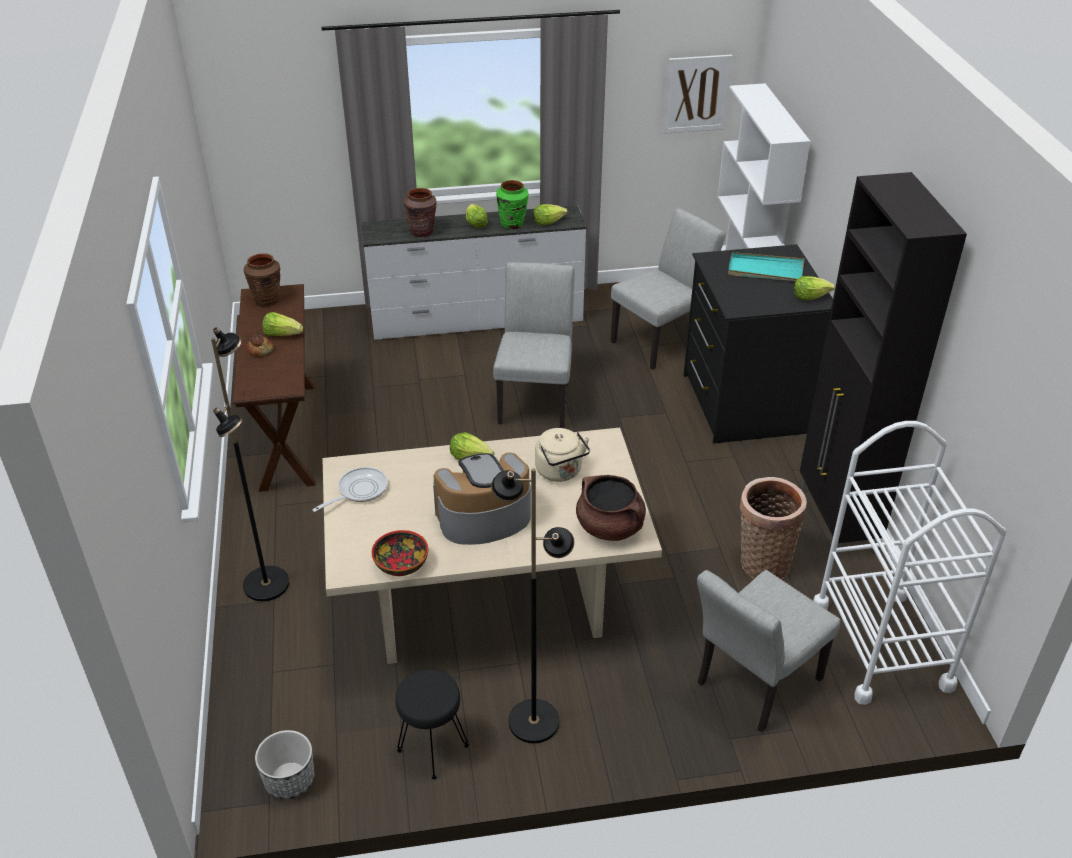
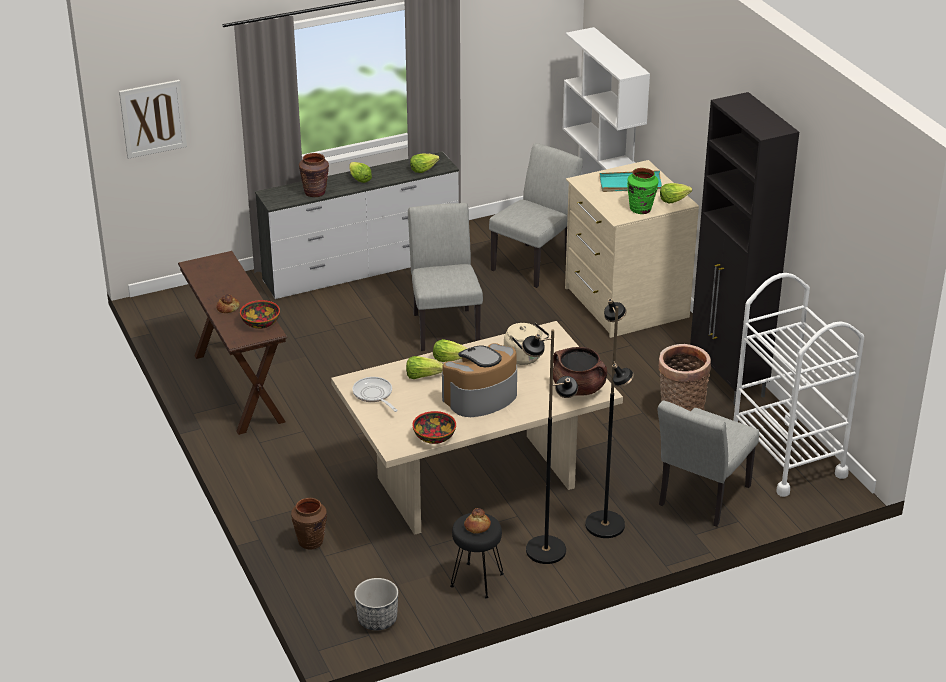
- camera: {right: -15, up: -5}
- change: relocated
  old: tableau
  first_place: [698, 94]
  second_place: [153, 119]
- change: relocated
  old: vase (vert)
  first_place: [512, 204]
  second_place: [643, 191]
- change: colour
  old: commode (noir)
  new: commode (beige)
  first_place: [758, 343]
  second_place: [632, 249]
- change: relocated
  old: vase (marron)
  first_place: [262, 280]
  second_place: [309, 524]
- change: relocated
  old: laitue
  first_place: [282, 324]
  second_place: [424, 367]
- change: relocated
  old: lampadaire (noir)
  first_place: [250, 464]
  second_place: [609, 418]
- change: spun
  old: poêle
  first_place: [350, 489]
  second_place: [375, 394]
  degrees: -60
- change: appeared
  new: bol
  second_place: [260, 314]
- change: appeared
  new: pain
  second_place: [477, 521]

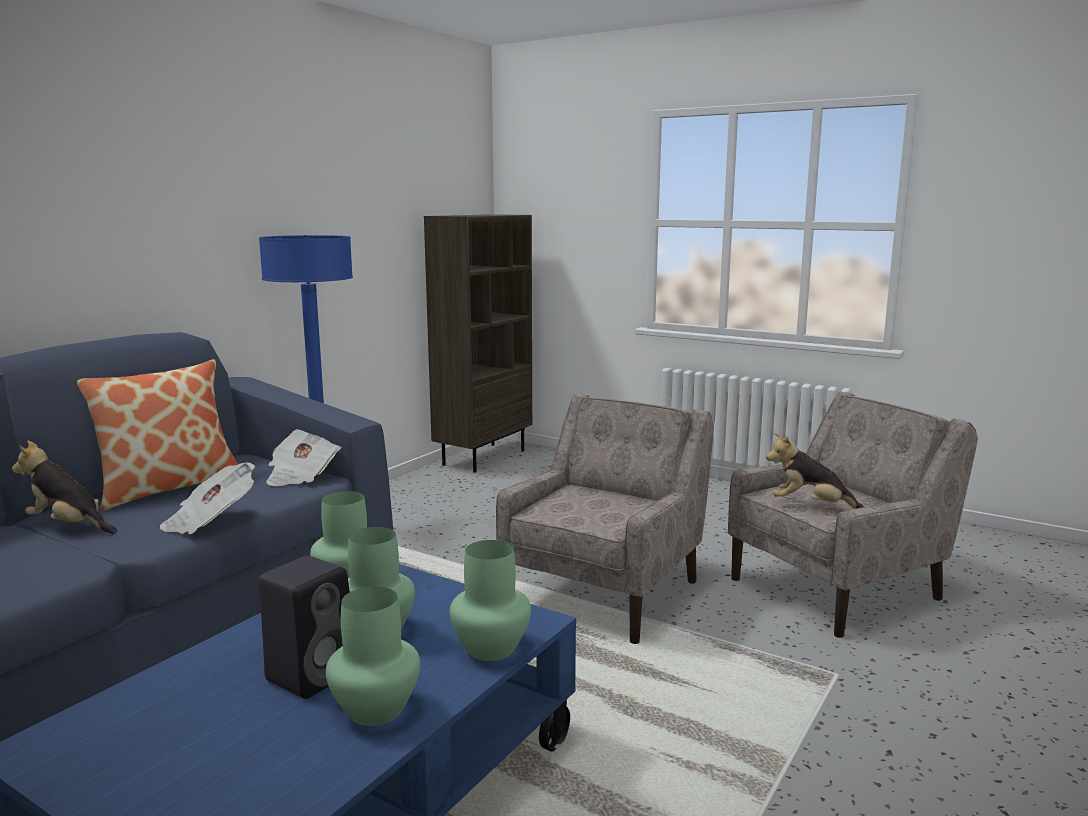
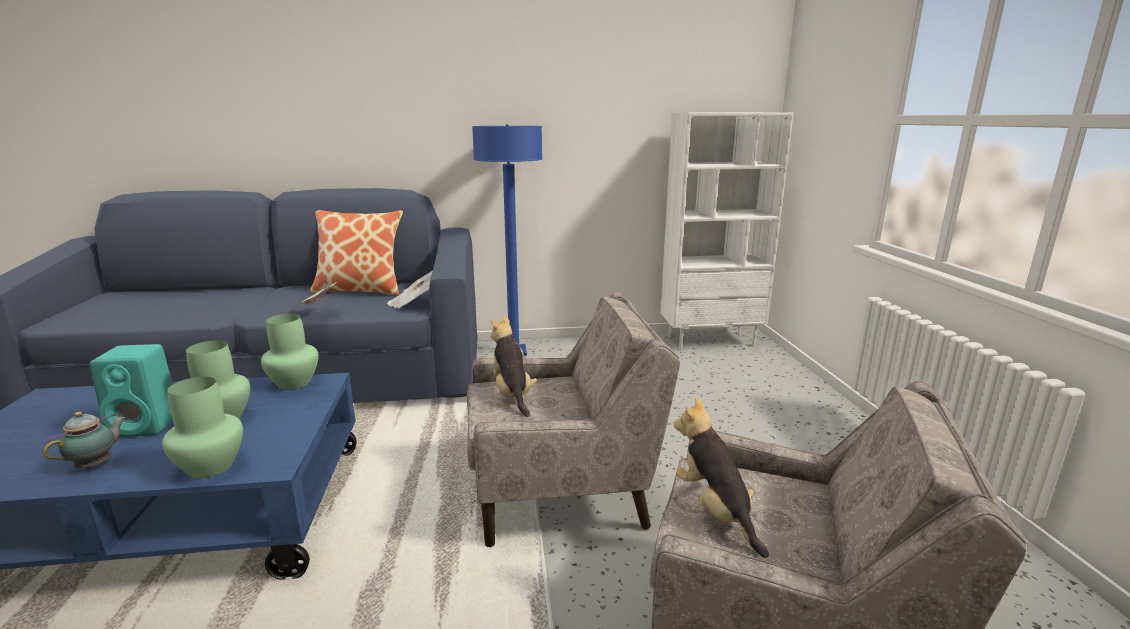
- camera: {right: 50, up: 5}
- change: colour
  old: bibliothèque (marron)
  new: bibliothèque (blanc)
  first_place: [478, 343]
  second_place: [727, 231]
- change: relocated
  old: peluche
  first_place: [64, 487]
  second_place: [514, 366]
- change: colour
  old: enceinte (noir)
  new: enceinte (turquoise)
  first_place: [304, 627]
  second_place: [131, 390]
- change: exchanged
  old: vase (vert)
  new: théière
  first_place: [373, 656]
  second_place: [84, 440]

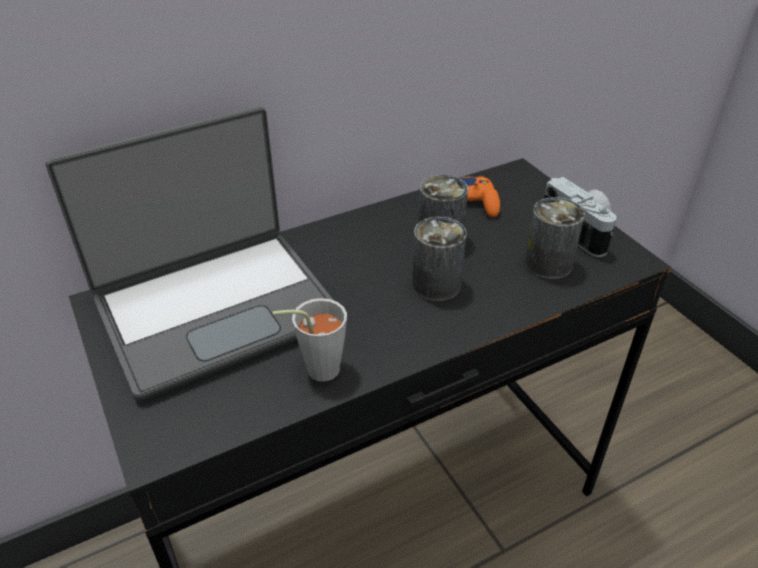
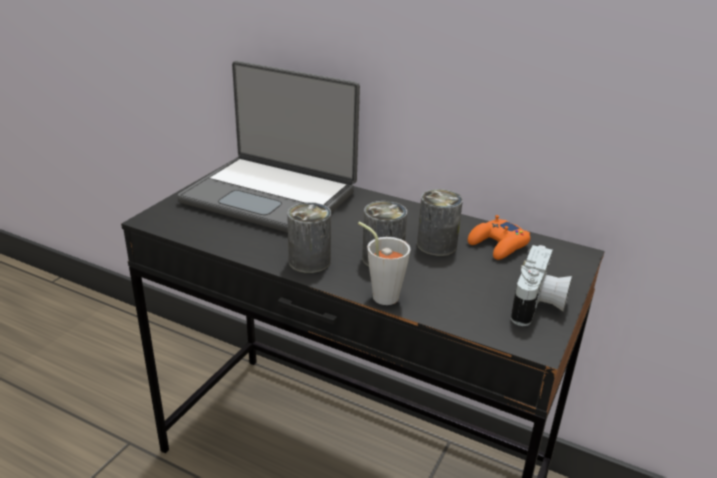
- camera: {right: 55, up: -10}
- change: relocated
  old: boîte métallique
  first_place: [554, 238]
  second_place: [309, 237]
- change: relocated
  old: tasse (gris)
  first_place: [310, 340]
  second_place: [384, 263]

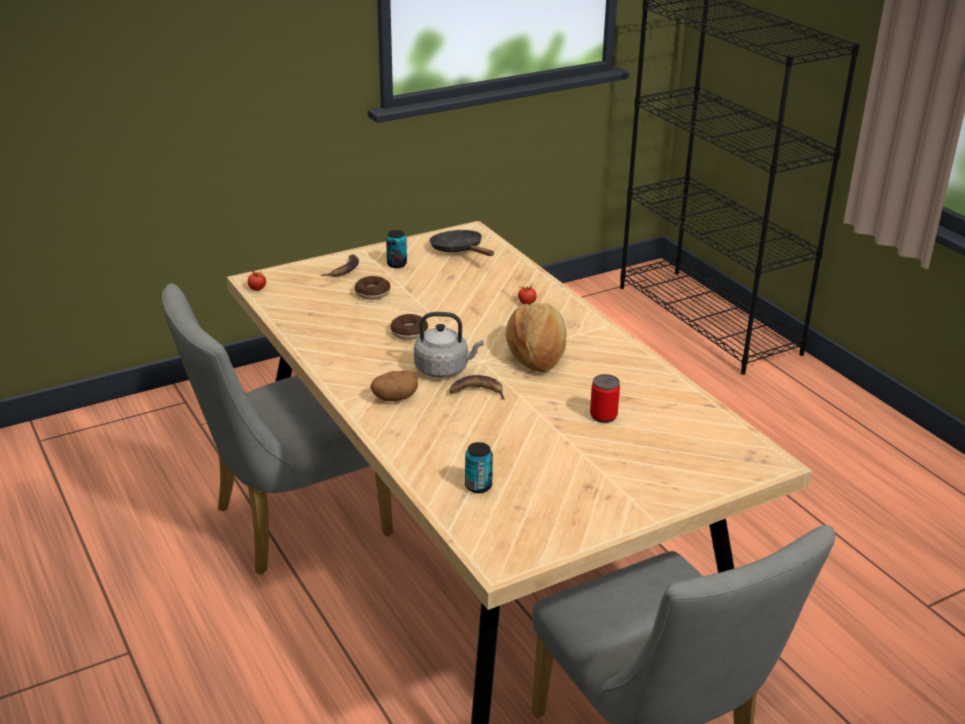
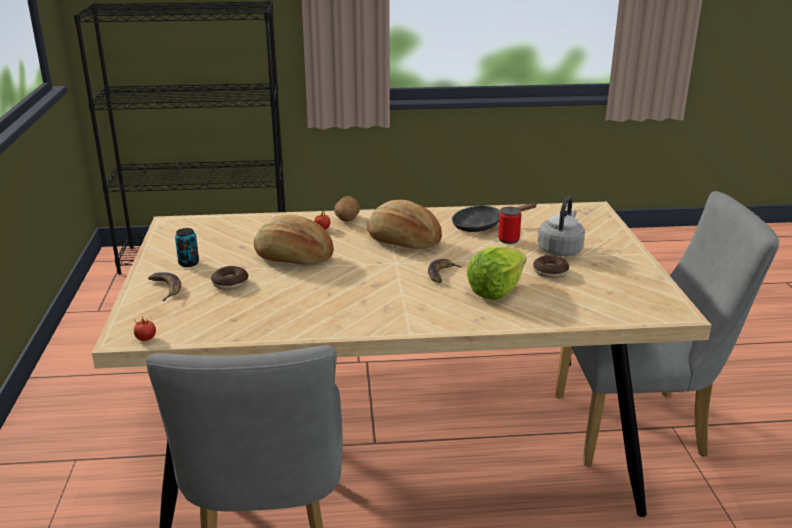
- camera: {right: -65, up: -5}
- change: relocated
  old: poêle (noir)
  first_place: [462, 243]
  second_place: [494, 217]
- change: relocated
  old: bouilloire (gris)
  first_place: [449, 345]
  second_place: [561, 226]
- change: relocated
  old: beignet
  first_place: [409, 327]
  second_place: [551, 266]
- change: relocated
  old: pomme de terre
  first_place: [394, 385]
  second_place: [347, 209]
- change: missing
  old: boîte métallique
  first_place: [479, 467]
- change: appeared
  new: pain
  second_place: [294, 240]
- change: appeared
  new: laitue
  second_place: [496, 273]

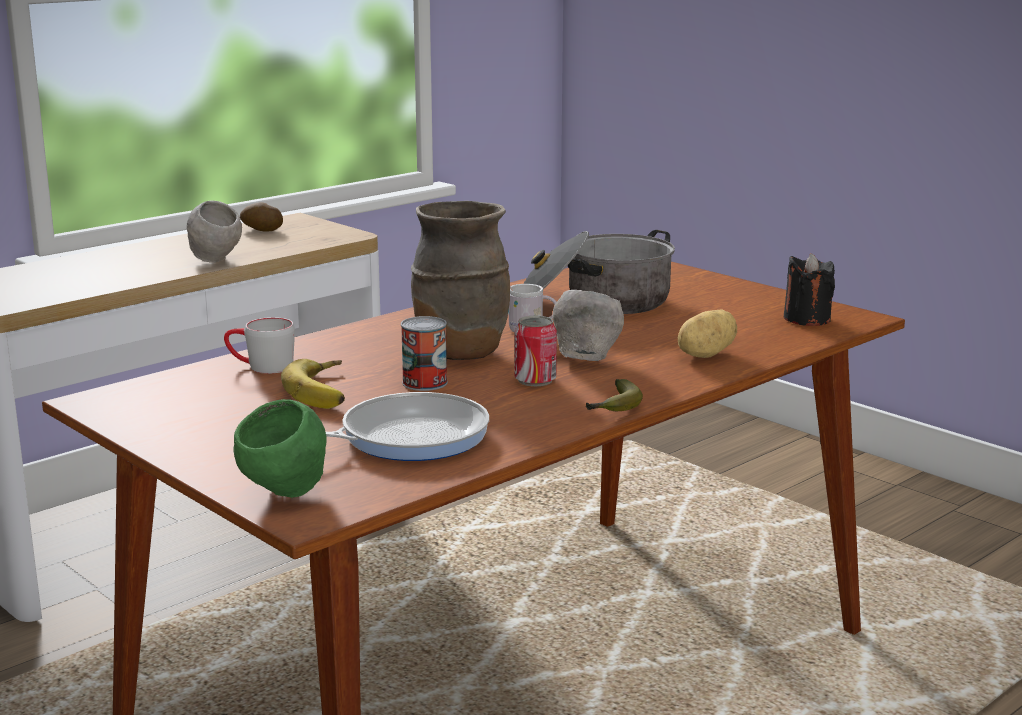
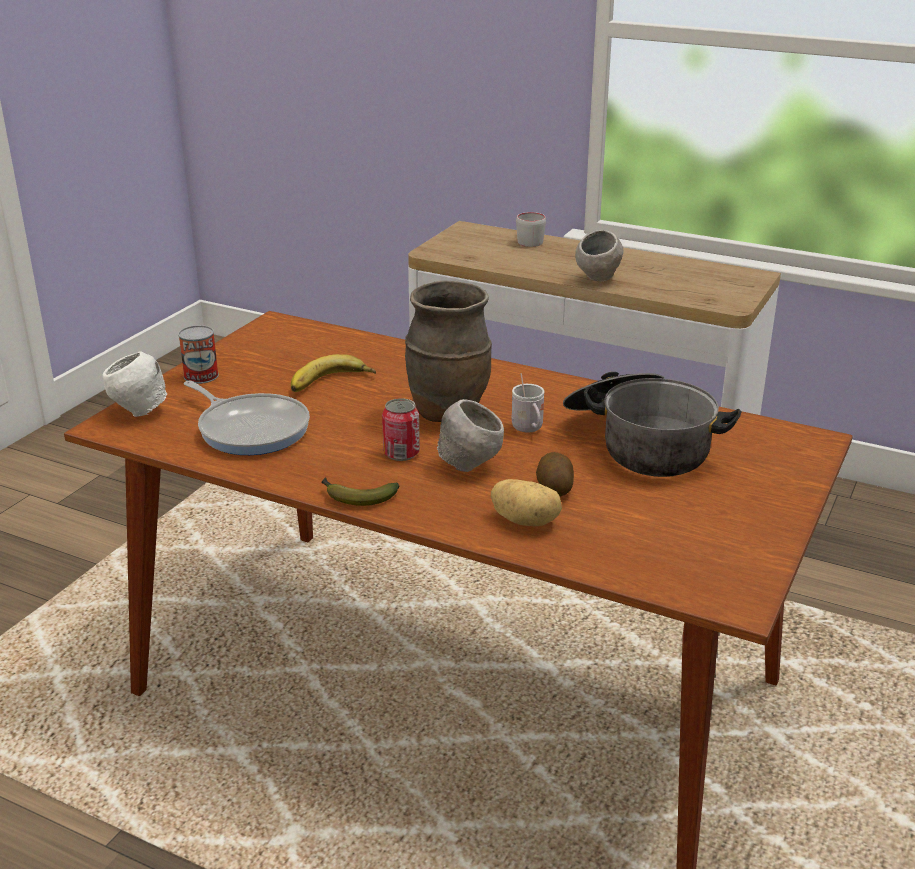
- camera: {right: 70, up: 10}
- change: relocated
  old: pomme de terre
  first_place: [261, 217]
  second_place: [555, 474]
- change: missing
  old: bougie (noir)
  first_place: [809, 289]
- change: relocated
  old: boîte métallique
  first_place: [424, 353]
  second_place: [198, 354]
- change: relocated
  old: mug (gris)
  first_place: [259, 345]
  second_place: [531, 229]
- change: colour
  old: bol (vert)
  new: bol (blanc)
  first_place: [280, 448]
  second_place: [134, 384]

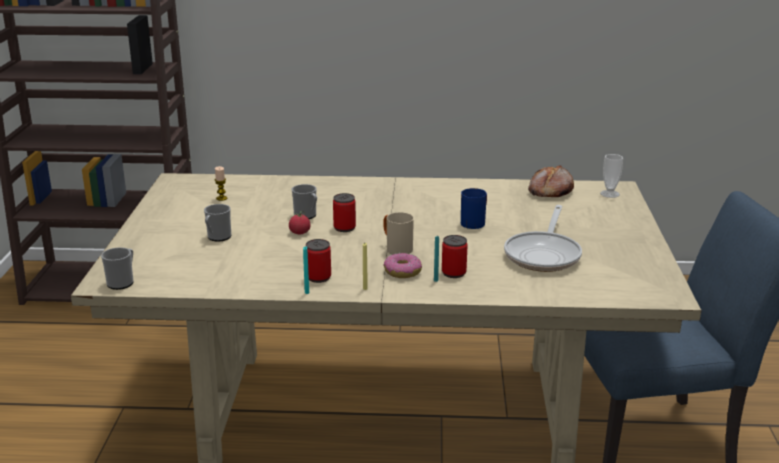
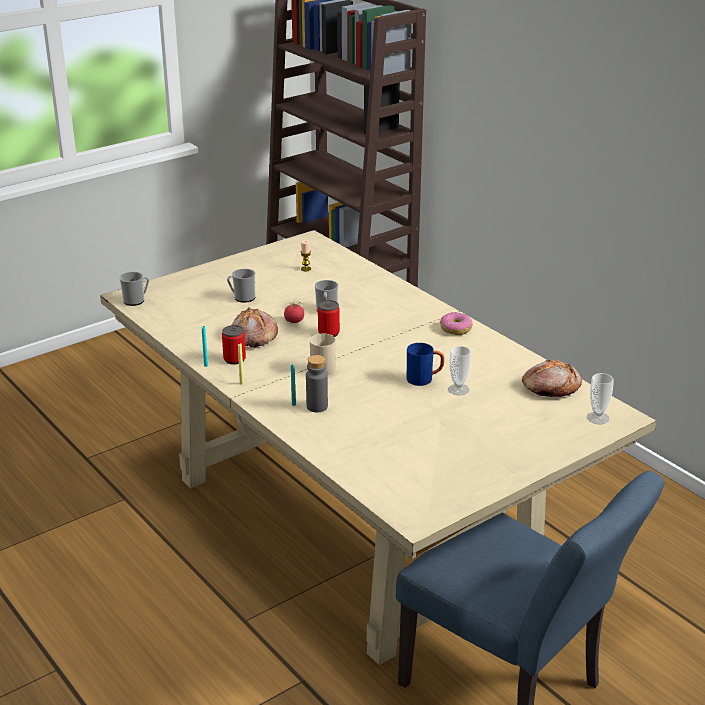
- camera: {right: 50, up: 5}
- change: missing
  old: poêle
  first_place: [543, 238]
- change: exchanged
  old: boîte métallique
  new: bouteille (gris)
  first_place: [455, 256]
  second_place: [317, 383]
- change: relocated
  old: beignet
  first_place: [402, 265]
  second_place: [456, 323]
- change: appeared
  new: pain
  second_place: [255, 327]
- change: appeared
  new: tasse
  second_place: [459, 371]

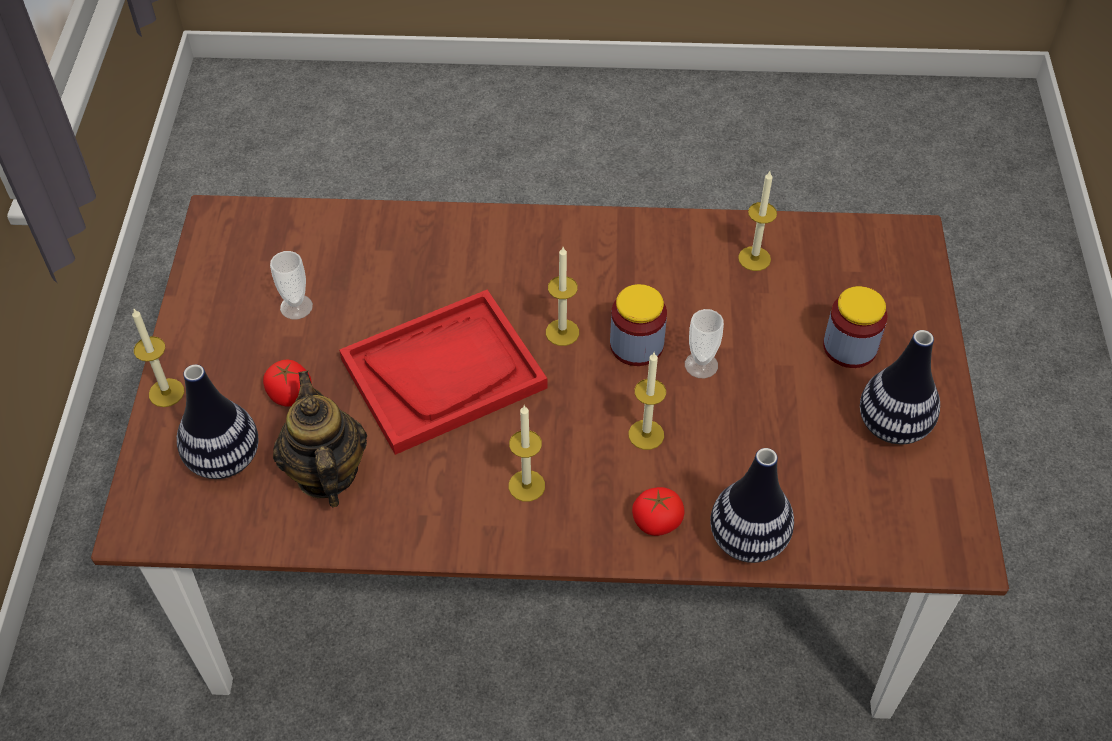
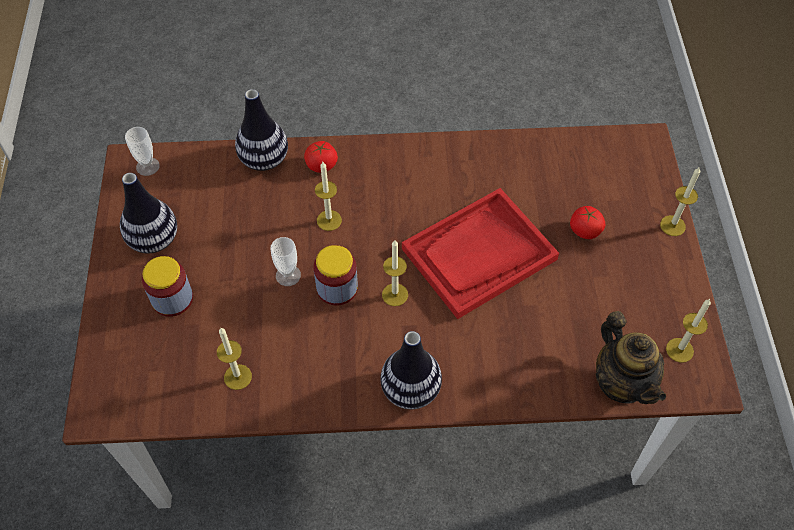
- camera: {right: 175, up: 5}
- change: relocated
  old: tasse
  first_place: [291, 285]
  second_place: [142, 151]
- change: relocated
  old: vase
  first_place: [218, 421]
  second_place: [411, 370]
- change: relocated
  old: théière
  first_place: [320, 439]
  second_place: [630, 357]
- change: relocated
  old: bougie
  first_place: [527, 453]
  second_place: [688, 331]

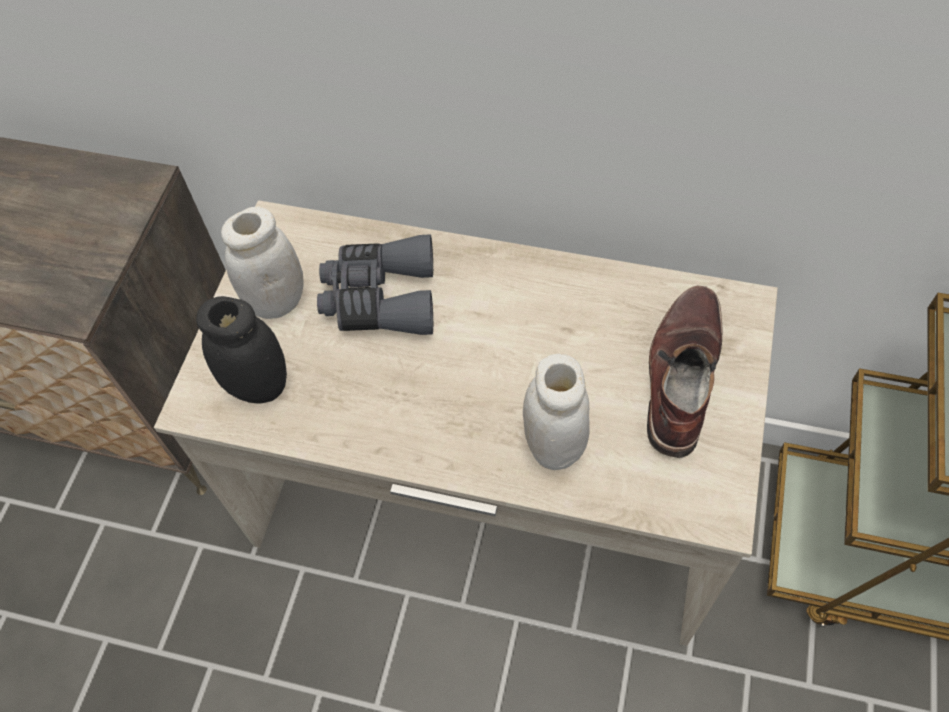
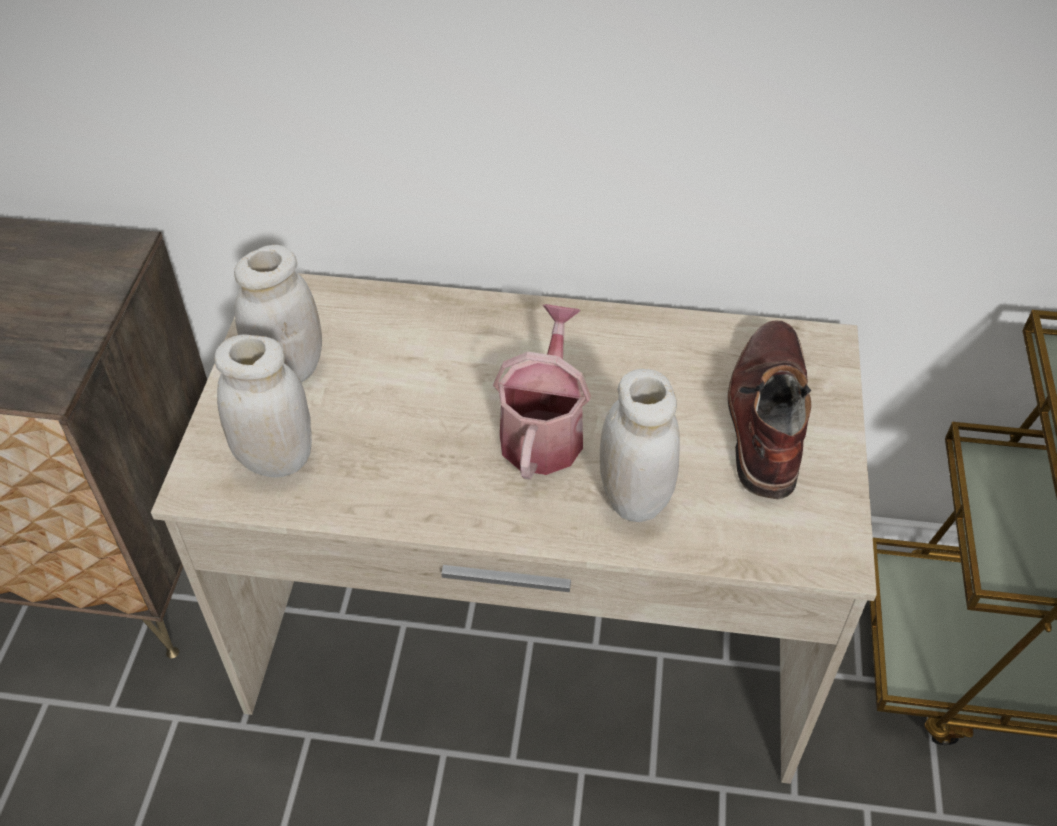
- camera: {right: -10, up: -10}
- change: missing
  old: jumelles (gris)
  first_place: [375, 284]
- change: colour
  old: bocal (noir)
  new: bocal (blanc)
  first_place: [241, 350]
  second_place: [263, 405]
- change: appeared
  new: arrosoir
  second_place: [542, 392]

